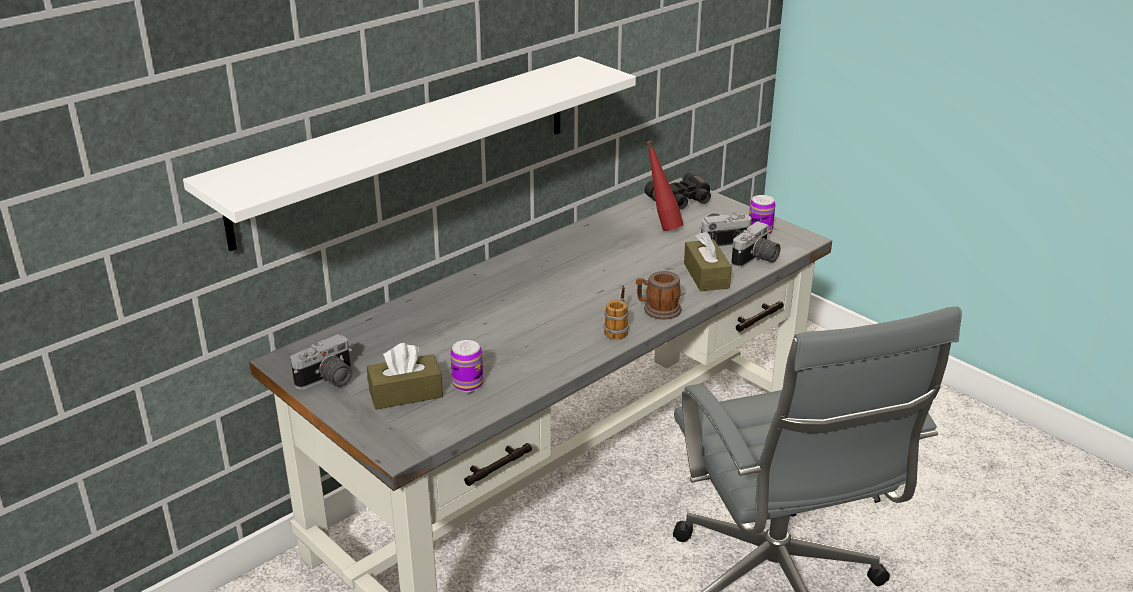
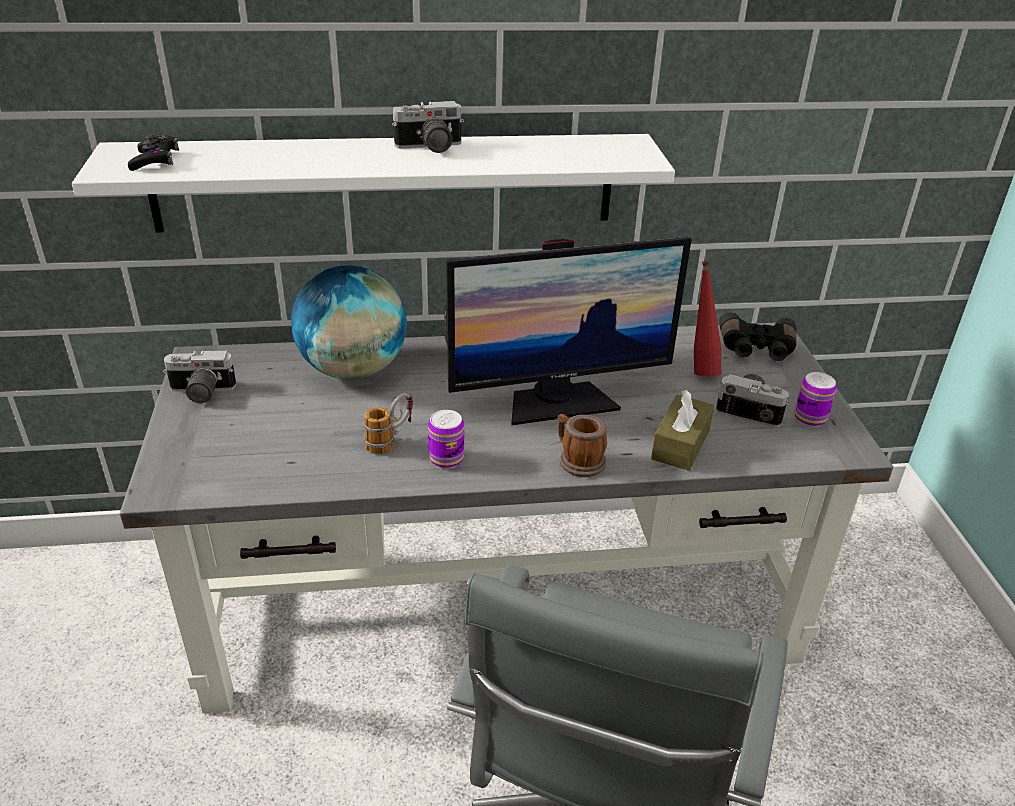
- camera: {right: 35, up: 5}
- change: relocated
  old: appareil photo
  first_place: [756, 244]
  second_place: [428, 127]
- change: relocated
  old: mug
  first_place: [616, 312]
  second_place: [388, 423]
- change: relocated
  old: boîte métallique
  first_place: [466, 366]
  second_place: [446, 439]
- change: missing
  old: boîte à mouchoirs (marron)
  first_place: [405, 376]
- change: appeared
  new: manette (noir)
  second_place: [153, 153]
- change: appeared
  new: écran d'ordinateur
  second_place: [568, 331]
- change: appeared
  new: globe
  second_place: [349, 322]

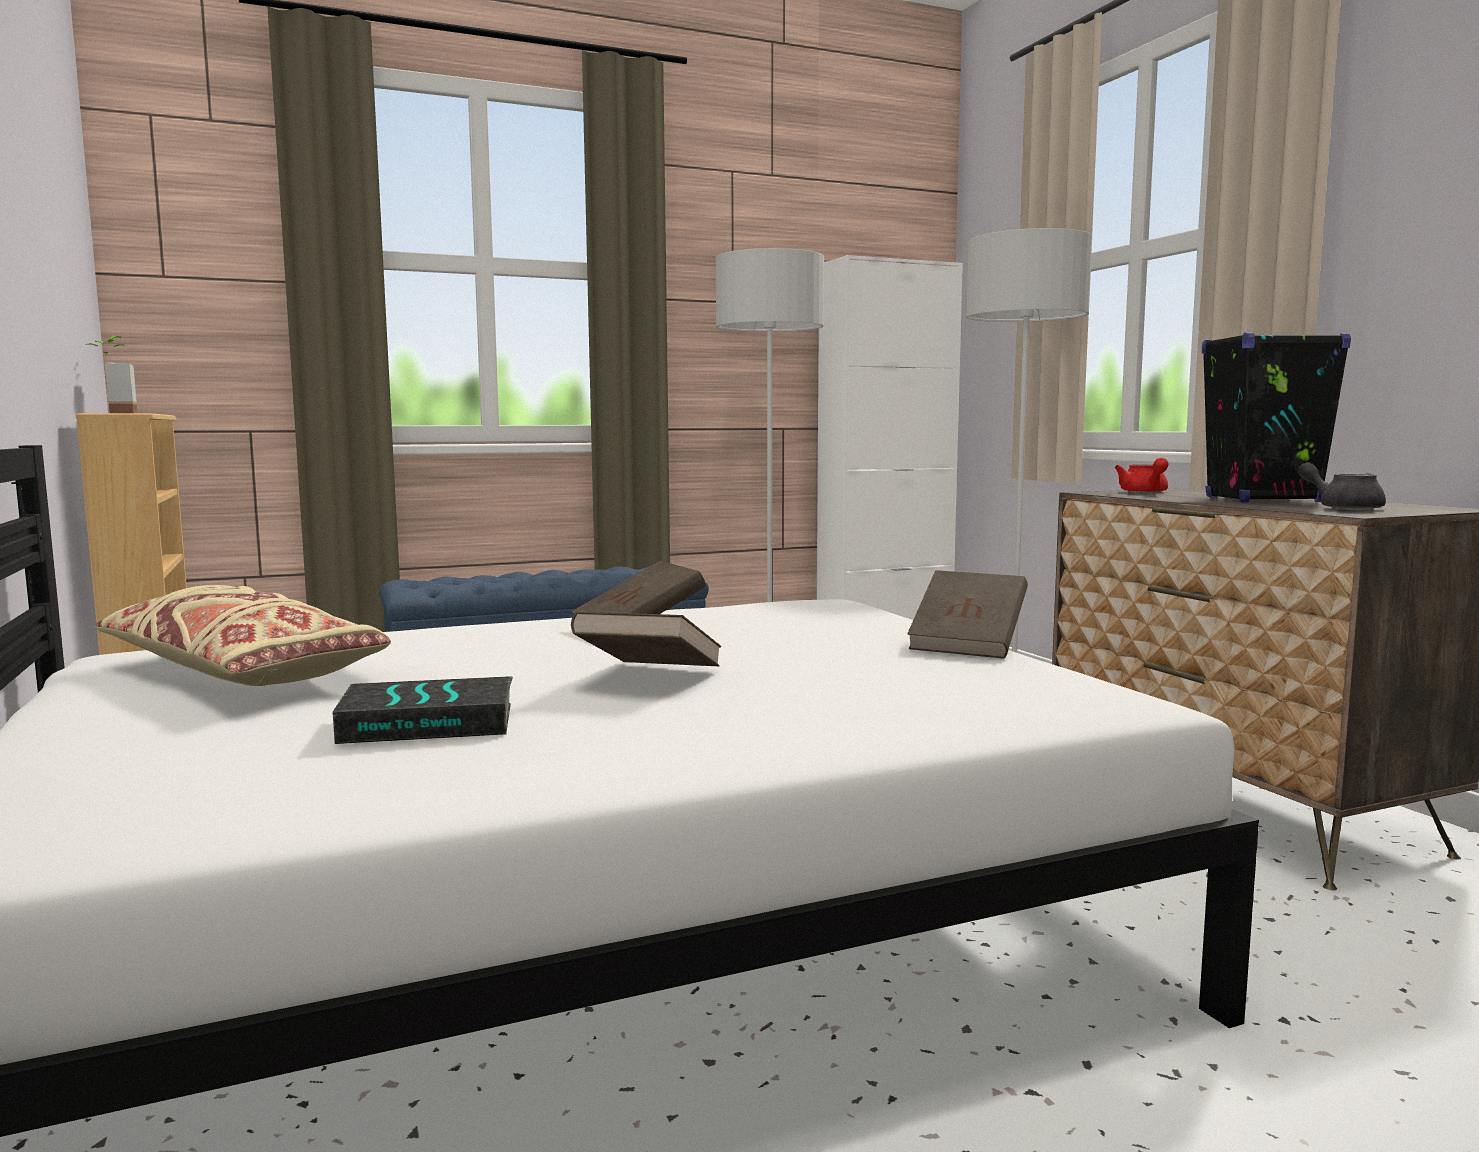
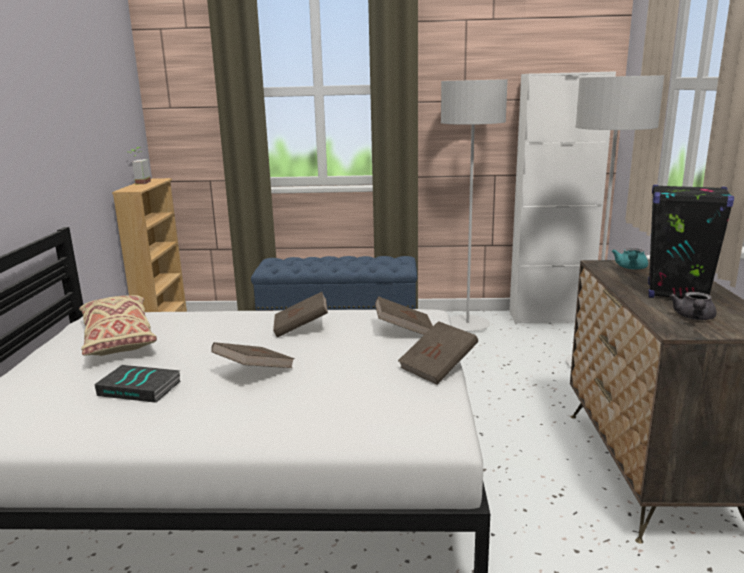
- camera: {right: 25, up: 10}
- change: colour
  old: théière (rouge)
  new: théière (turquoise)
  first_place: [1142, 475]
  second_place: [630, 259]
- change: spun
  old: théière (gris)
  first_place: [1342, 486]
  second_place: [693, 306]
  degrees: -150
- change: appeared
  new: livre (marron)
  second_place: [404, 315]

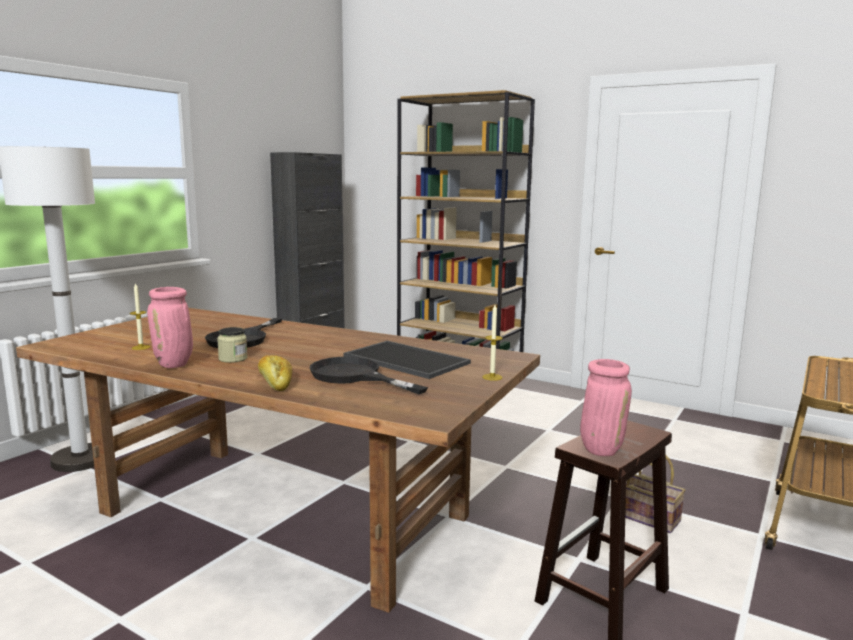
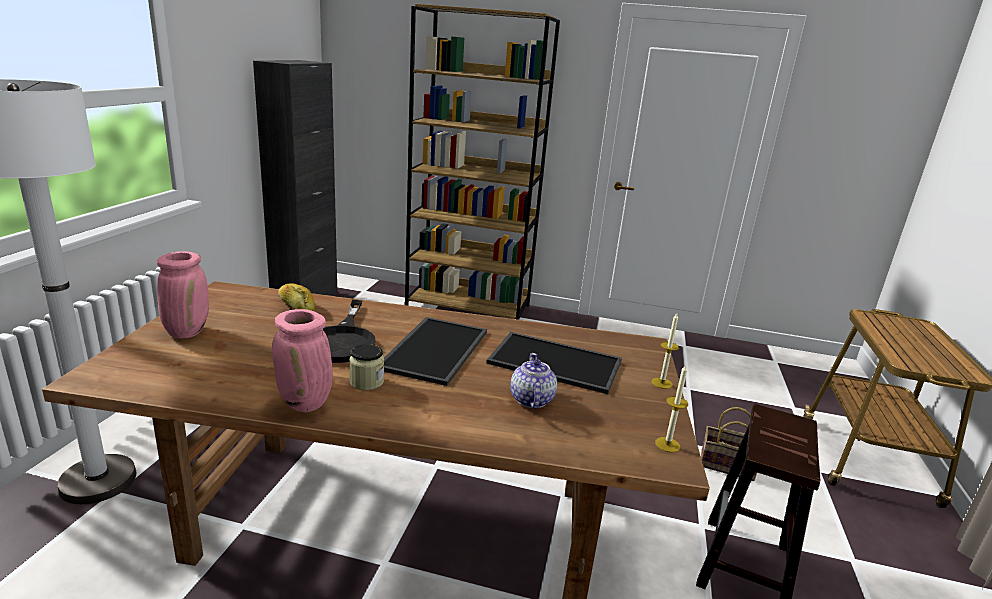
- camera: {right: -20, up: 10}
- change: relocated
  old: bougie
  first_place: [140, 316]
  second_place: [671, 408]
- change: relocated
  old: pain
  first_place: [275, 373]
  second_place: [296, 297]
- change: exchanged
  old: poêle (noir)
  new: théière
  first_place: [368, 375]
  second_place: [533, 381]
- change: relocated
  old: vase (rose)
  first_place: [606, 407]
  second_place: [183, 294]
- change: appeared
  new: plateau
  second_place: [435, 351]

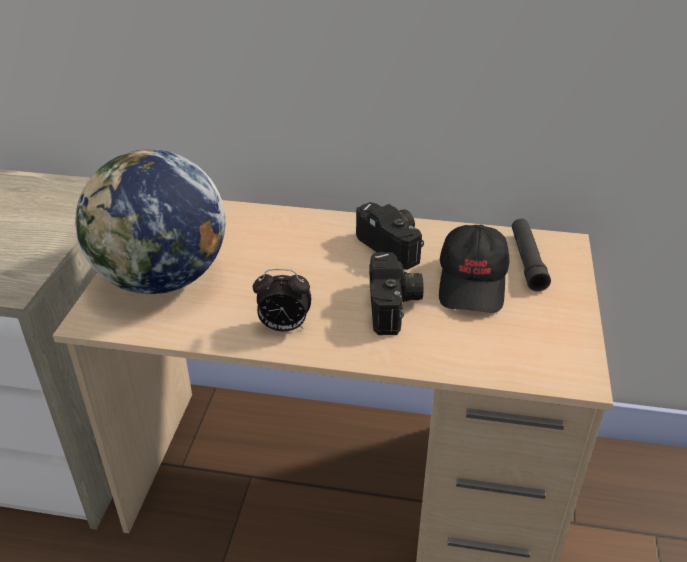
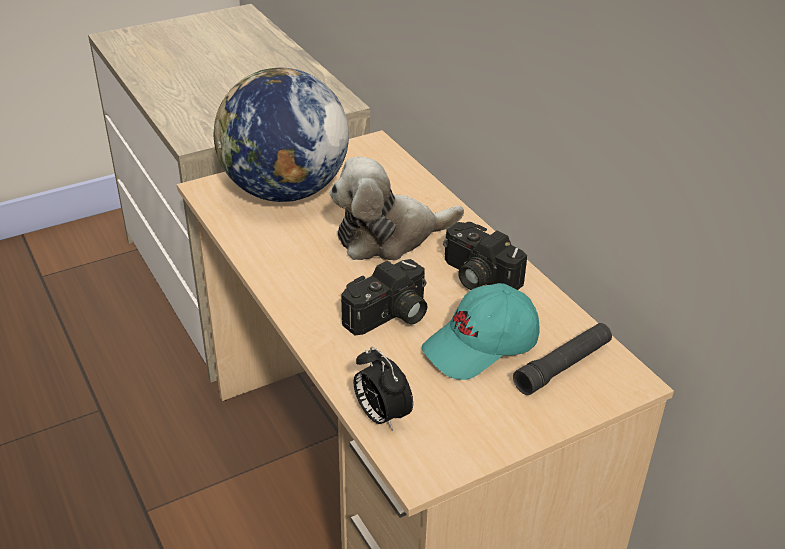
- camera: {right: 50, up: 0}
- change: spun
  old: appareil photo
  first_place: [390, 236]
  second_place: [485, 256]
  degrees: 120
- change: colour
  old: casquette (noir)
  new: casquette (turquoise)
  first_place: [474, 269]
  second_place: [481, 331]
- change: relocated
  old: réveil
  first_place: [282, 300]
  second_place: [383, 389]
- change: appeared
  new: peluche
  second_place: [397, 208]

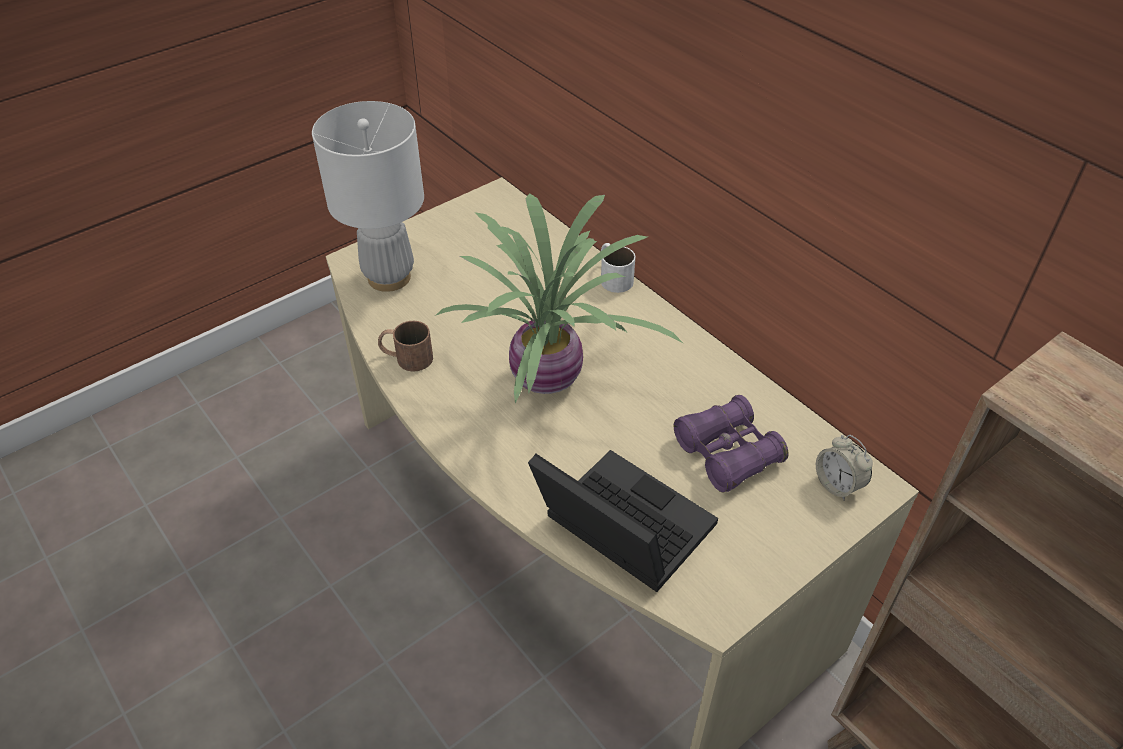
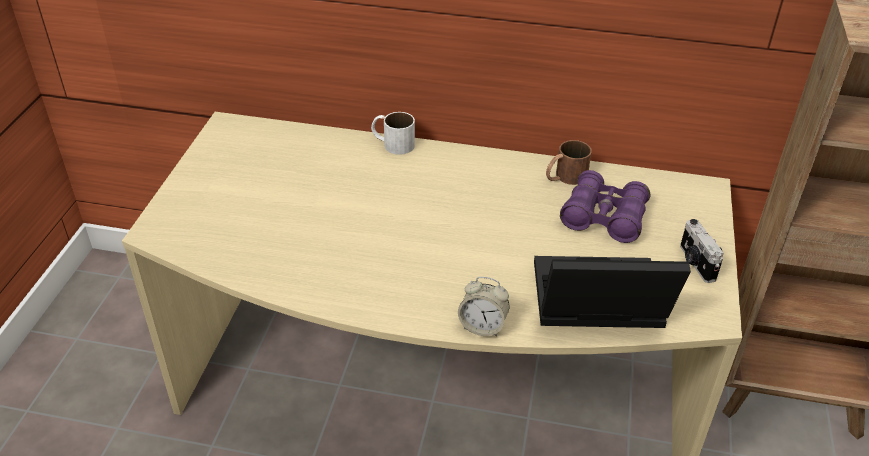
- camera: {right: -40, up: -5}
- change: missing
  old: lampe de table (blanc)
  first_place: [368, 196]
- change: missing
  old: plante en pot
  first_place: [559, 298]
- change: relocated
  old: mug (marron)
  first_place: [405, 346]
  second_place: [569, 162]
- change: relocated
  old: réveil
  first_place: [844, 467]
  second_place: [483, 307]
- change: appeared
  new: appareil photo
  second_place: [702, 251]

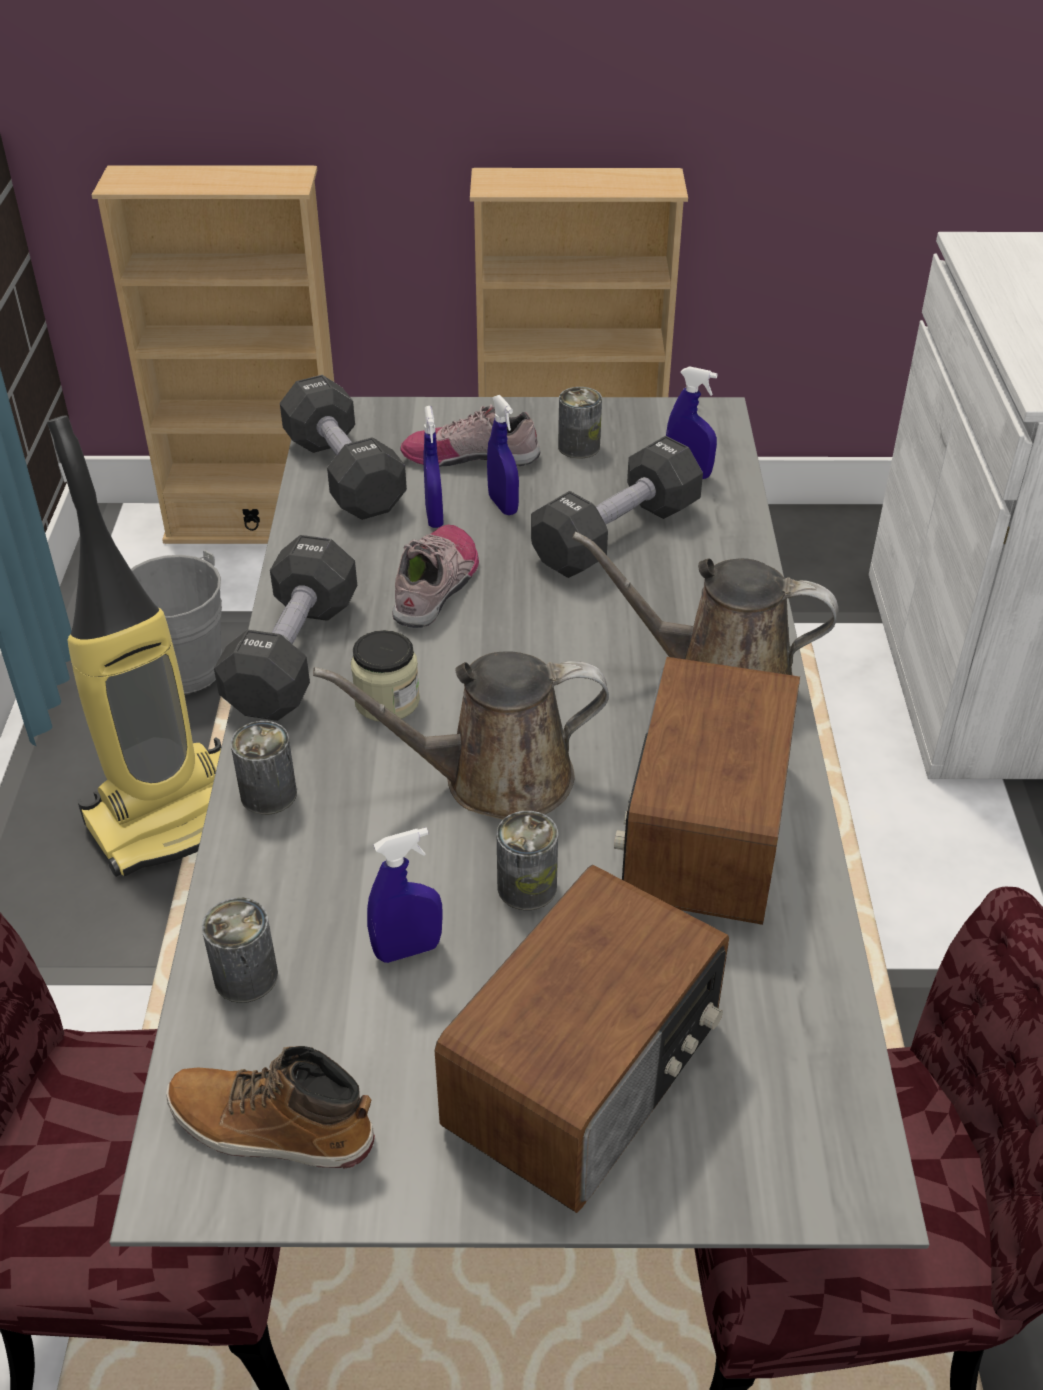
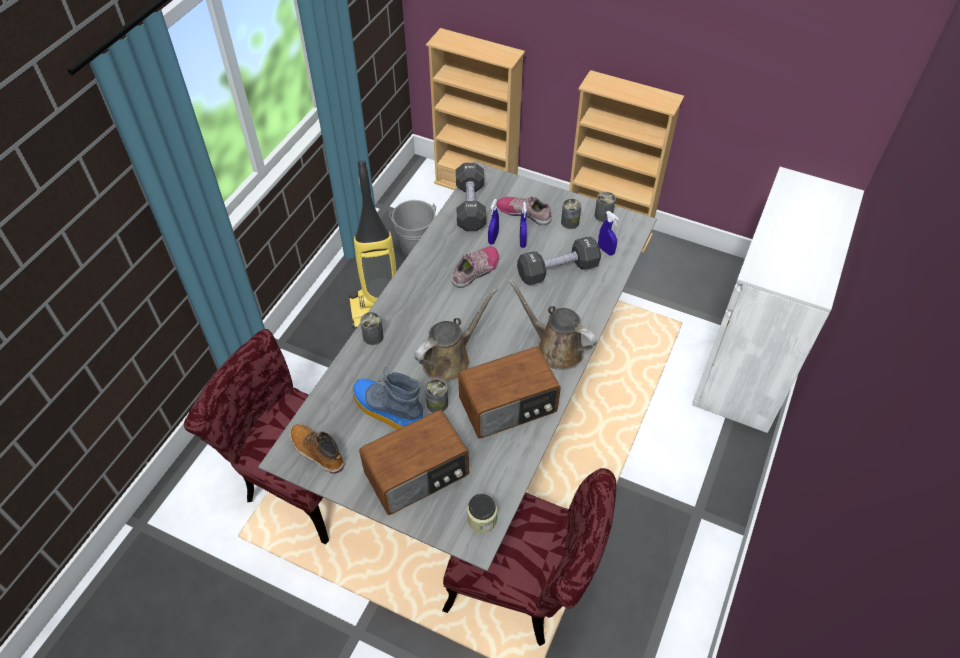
- camera: {right: 25, up: 10}
- change: missing
  old: haltère (noir)
  first_place: [285, 628]
- change: relocated
  old: bocal
  first_place: [385, 675]
  second_place: [482, 513]
- change: spun
  old: arrosoir (marron)
  first_place: [461, 735]
  second_place: [456, 334]
  degrees: 120
- change: spun
  old: radio
  first_place: [707, 791]
  second_place: [509, 392]
  degrees: -150
- change: exchanged
  old: vaporisateur (bleu)
  new: botte
  first_place: [405, 895]
  second_place: [387, 398]
- change: relocated
  old: boîte métallique
  first_place: [240, 950]
  second_place: [605, 207]

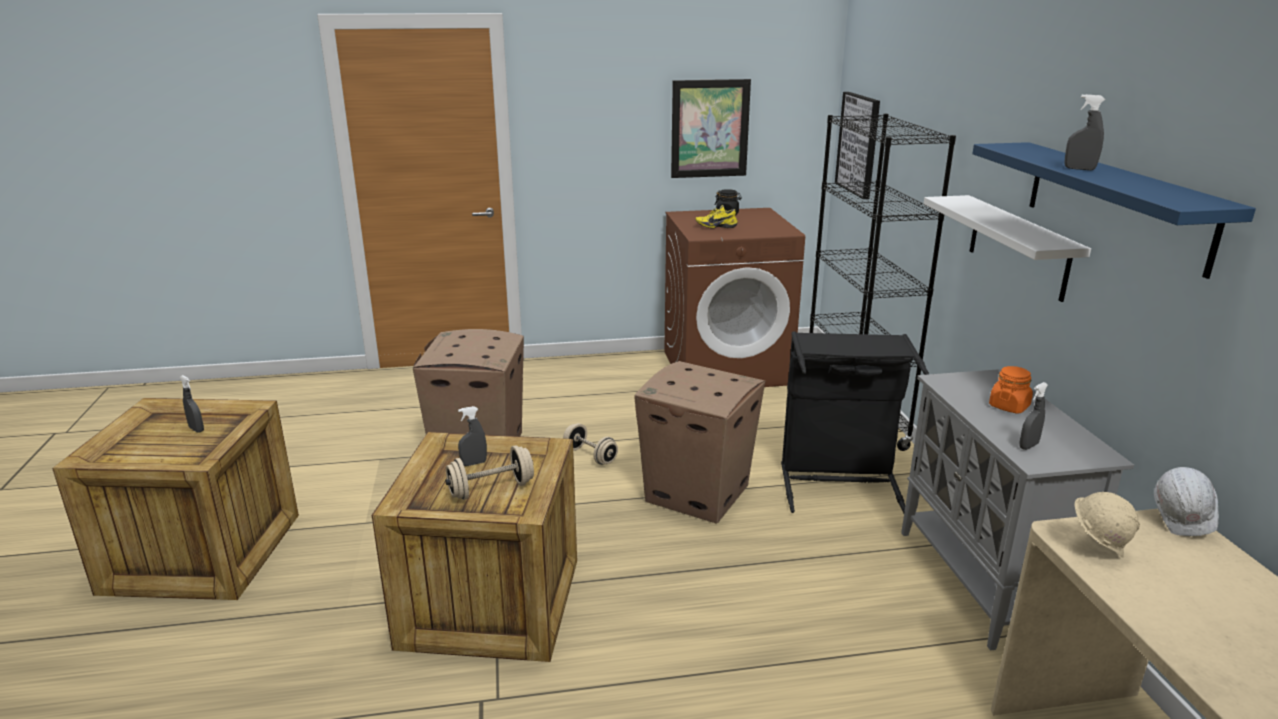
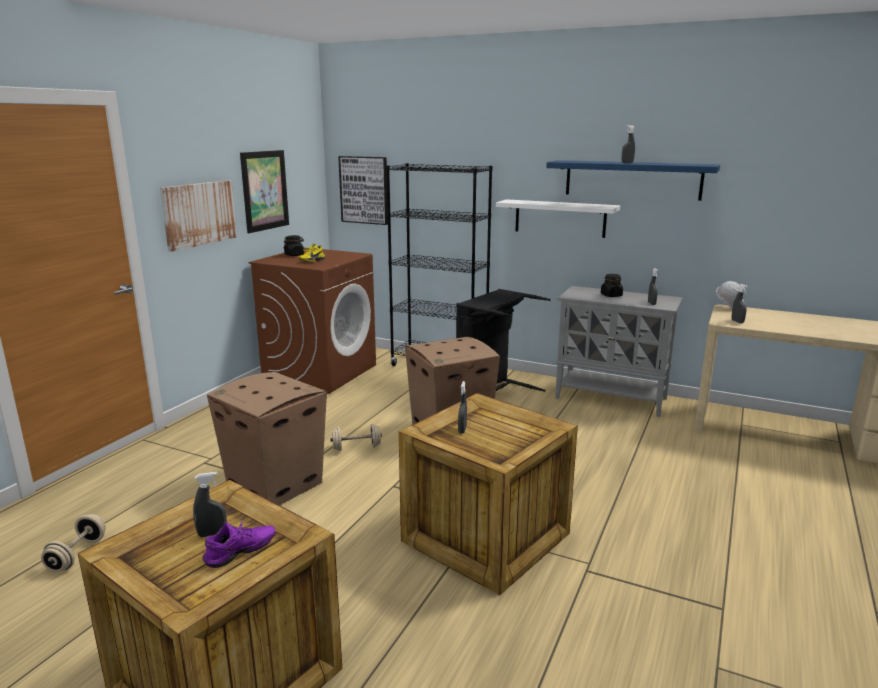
- camera: {right: -55, up: -5}
- change: colour
  old: bocal (orange)
  new: bocal (noir)
  first_place: [1011, 389]
  second_place: [612, 285]
- change: relocated
  old: haltère (beige)
  first_place: [489, 472]
  second_place: [73, 543]
- change: exchanged
  old: casque de chantier (beige)
  new: vaporisateur (gris)
  first_place: [1107, 525]
  second_place: [739, 303]
- change: appeared
  new: tableau
  second_place: [198, 216]
- change: appeared
  new: chaussure (violet)
  second_place: [238, 543]

